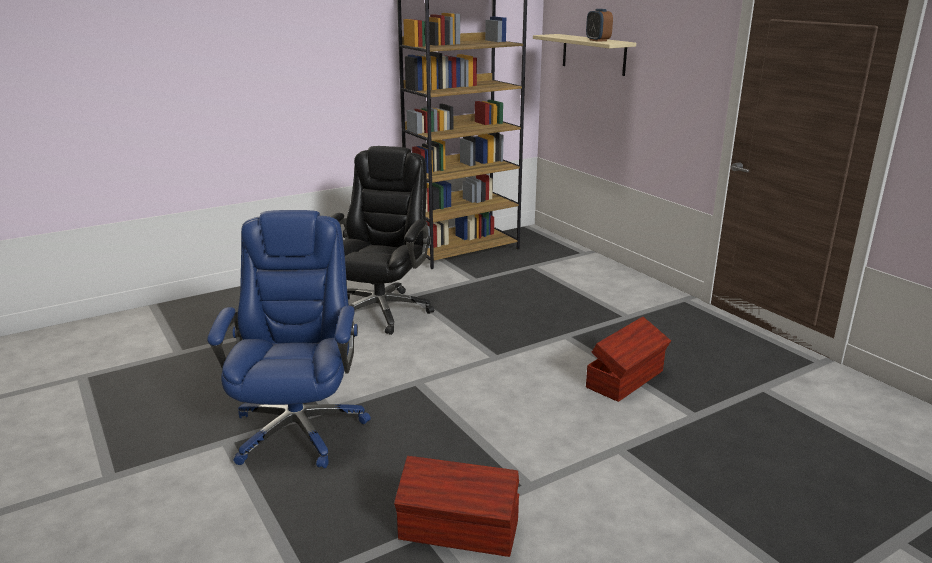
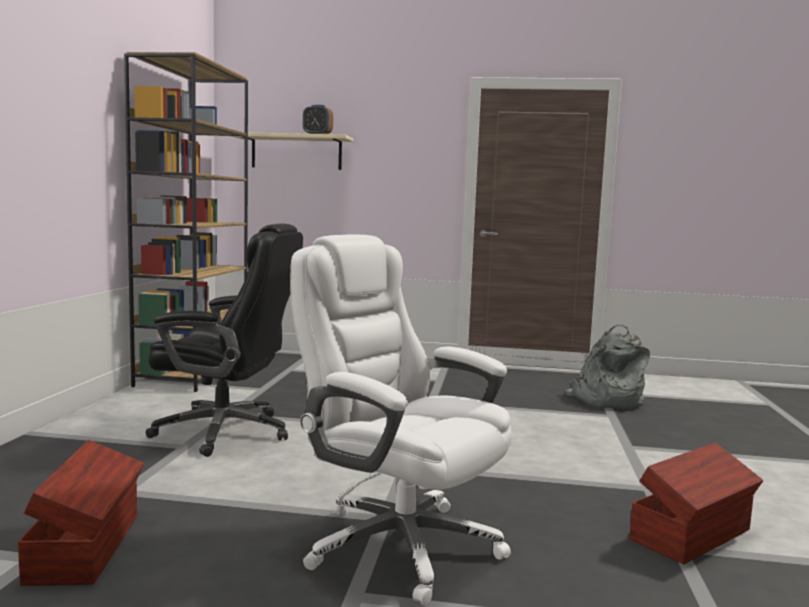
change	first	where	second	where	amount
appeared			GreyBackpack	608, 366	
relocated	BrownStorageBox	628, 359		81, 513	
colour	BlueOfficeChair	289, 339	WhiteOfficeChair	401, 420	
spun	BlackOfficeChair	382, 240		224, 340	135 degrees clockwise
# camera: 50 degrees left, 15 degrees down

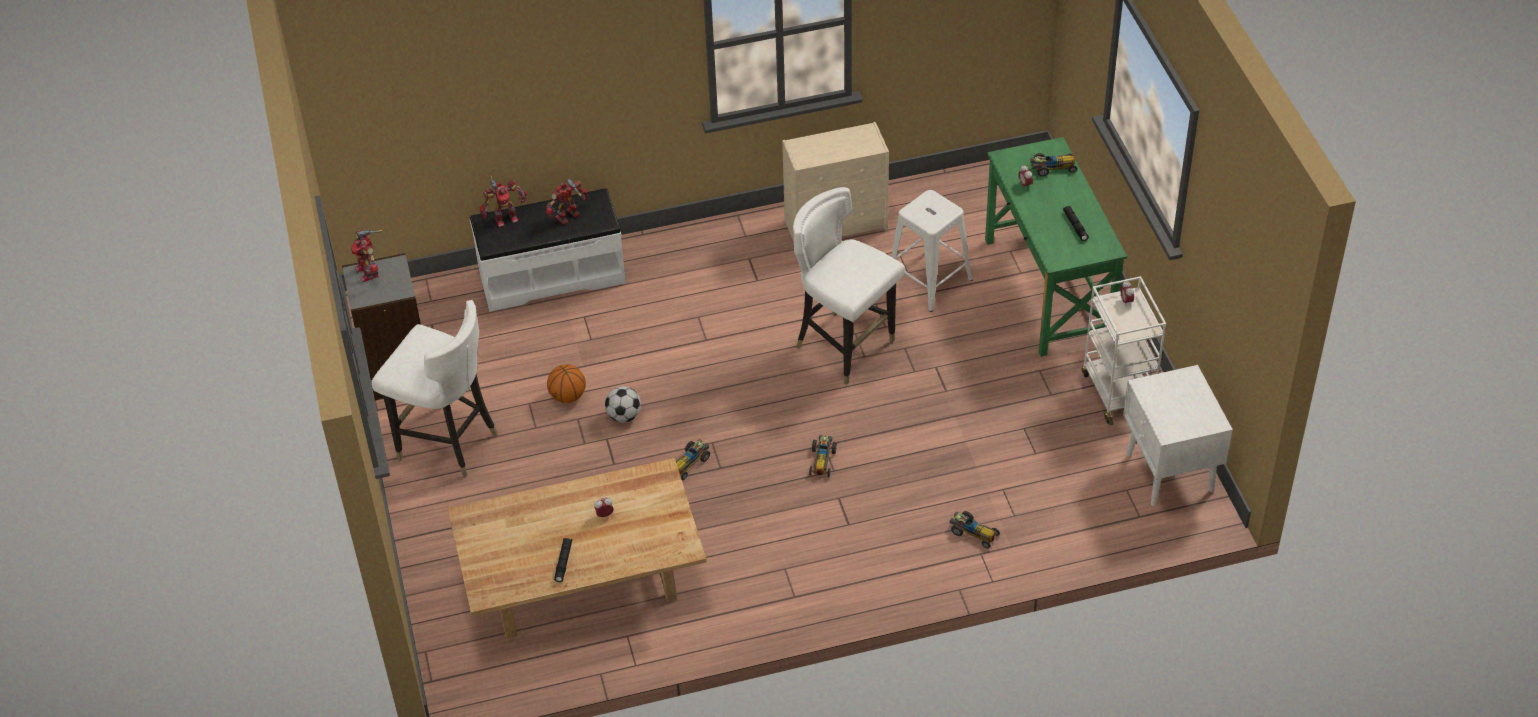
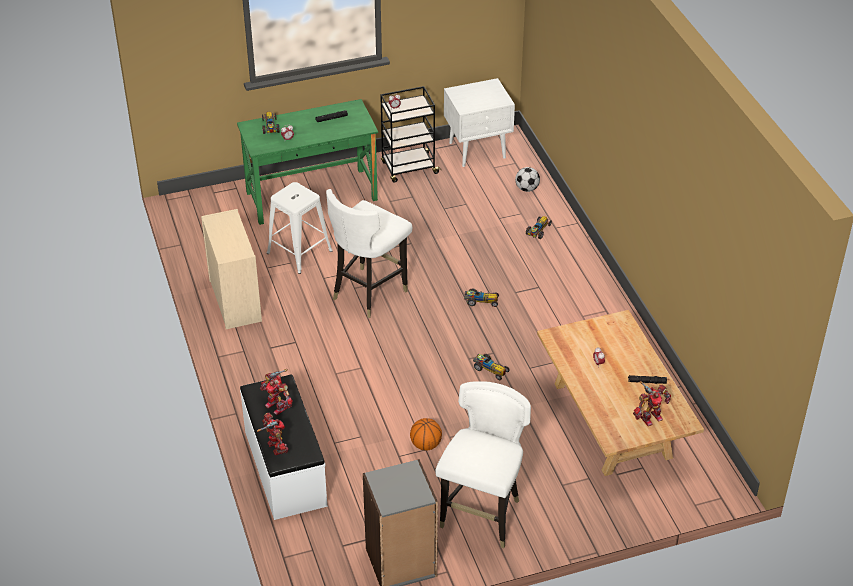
change	first	where	second	where	amount
relocated	ToyRobot	366, 256		652, 403	
relocated	Football	623, 404		527, 179	
colour	WhiteCart	1124, 350	BlackCart	411, 134	
# camera: 95 degrees left, 5 degrees down

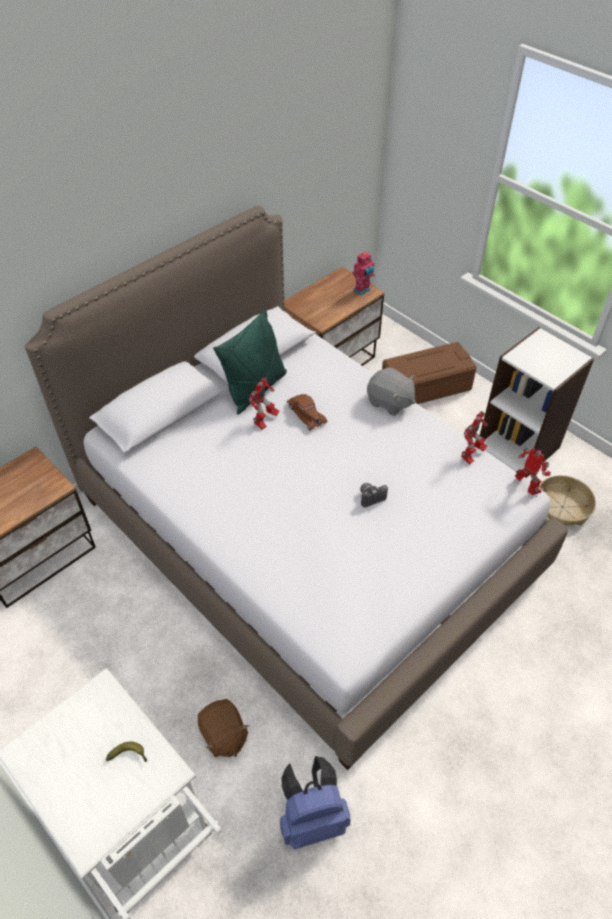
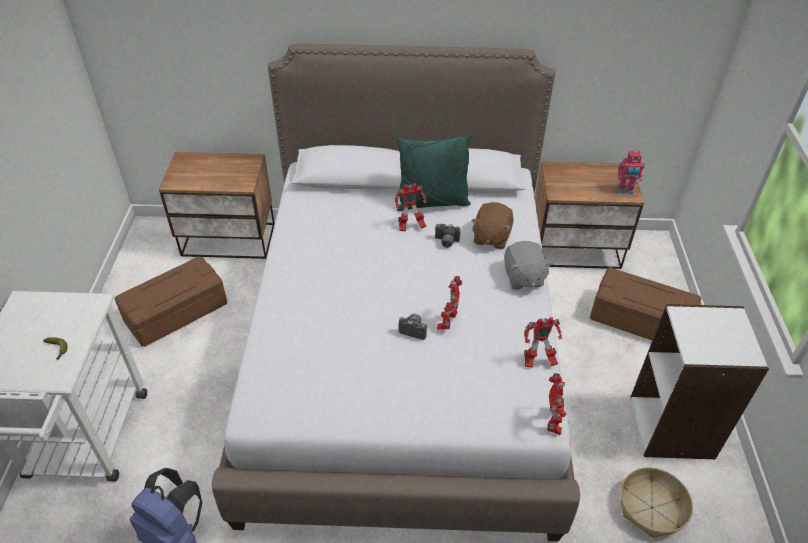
change	first	where	second	where	amount
appeared			BrownStorageBox	170, 301	
appeared			ToyRobot	449, 303	
relocated	BrownPlushToy	223, 728		492, 225	
exchanged	BrownToyCar	307, 412	PhotoCamera	448, 236	
# camera: 45 degrees right, 5 degrees down

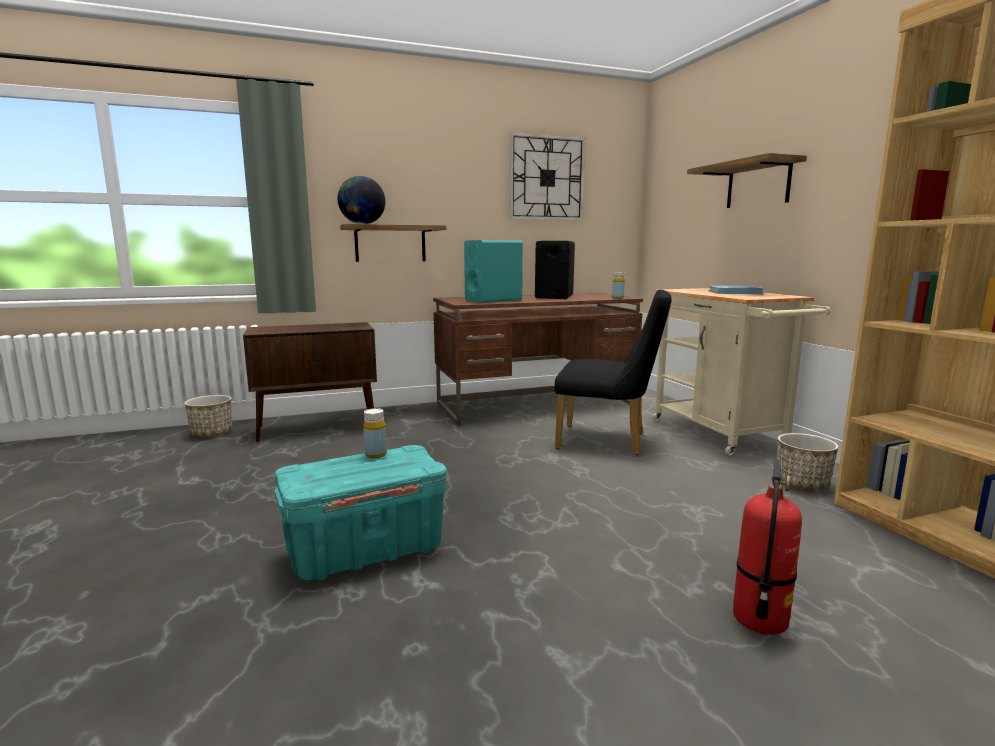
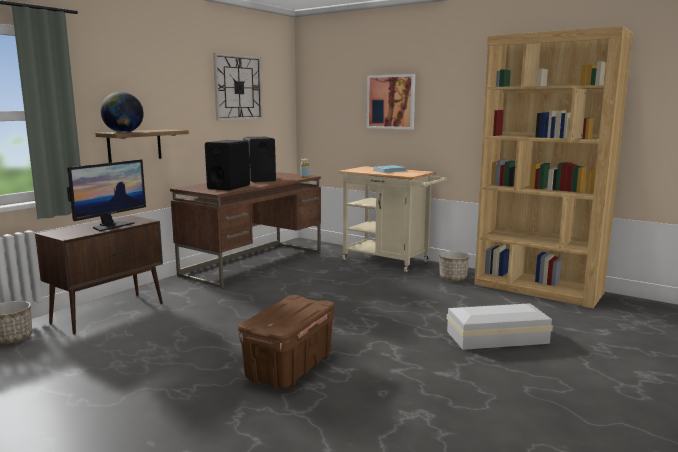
change	first	where	second	where	amount
missing	YellowBottle	375, 433			
missing	BlackChair	613, 372			
appeared			Monitor	106, 195	
exchanged	Shelf	747, 180	Picture	391, 102	
exchanged	FireExtinguisher	767, 547	WhiteStorageBox	500, 326	
colour	TurquoiseStorageBox	361, 513	BrownStorageBox	286, 342	
colour	TurquoiseSpeaker	493, 271	BlackSpeaker	227, 165	
# camera: 35 degrees left, 0 degrees up

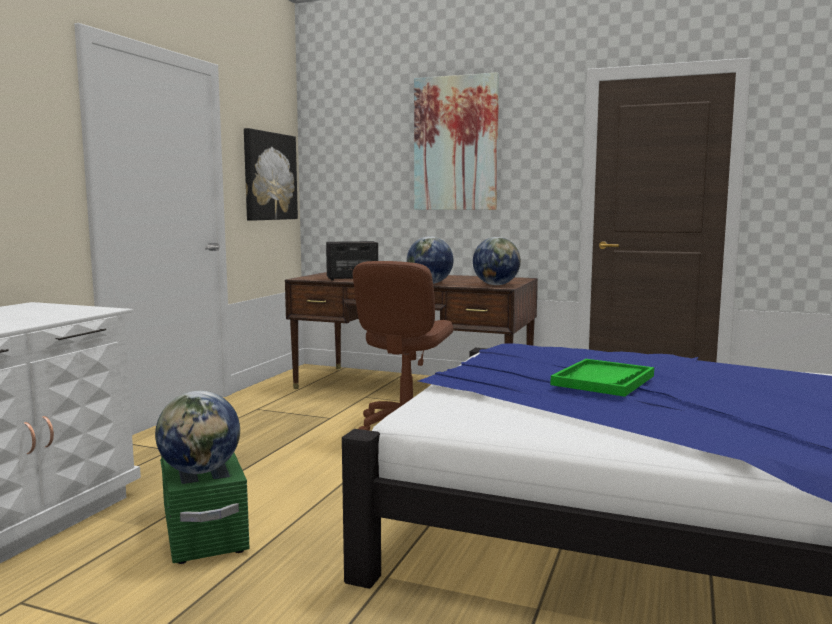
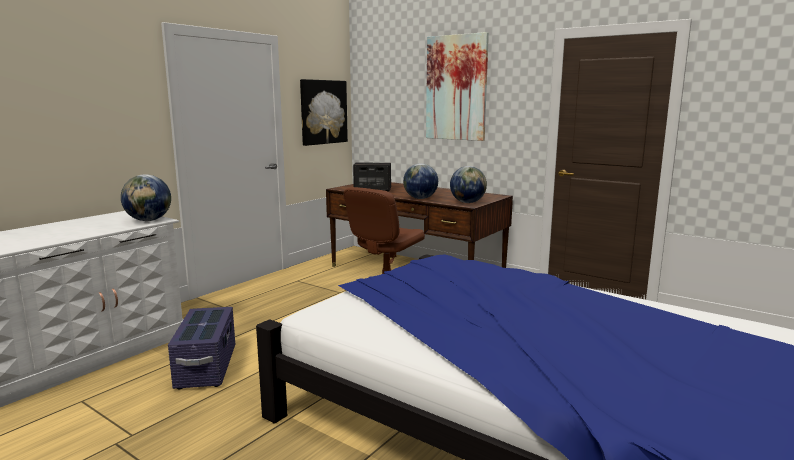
change	first	where	second	where	amount
missing	GreenTray	602, 378			
relocated	Globe	197, 432		146, 197	
colour	GreenStorageBox	205, 508	PurpleStorageBox	201, 348	
# camera: 15 degrees right, 5 degrees up

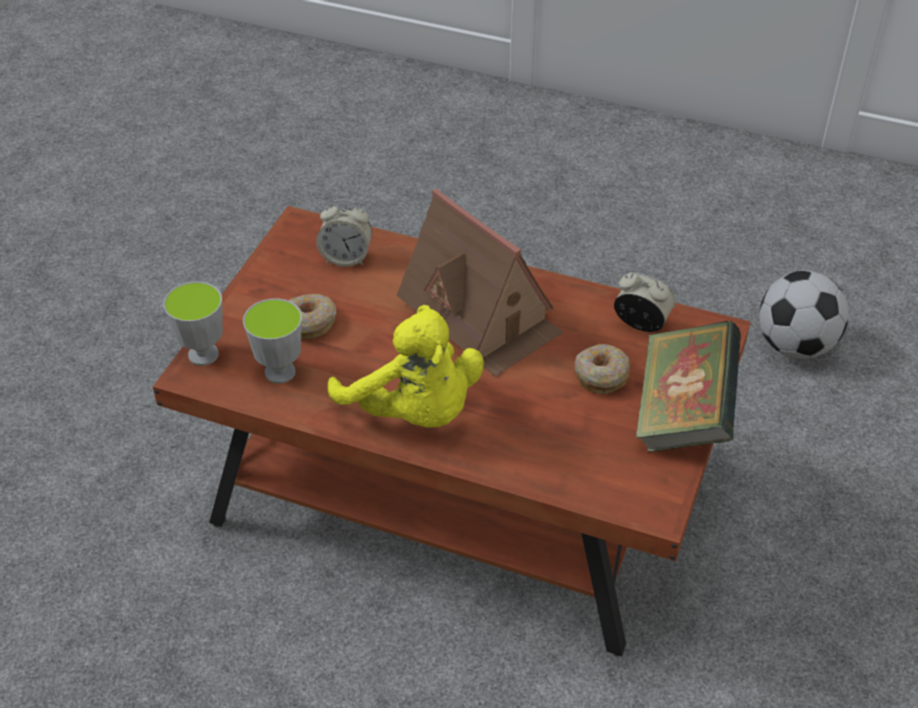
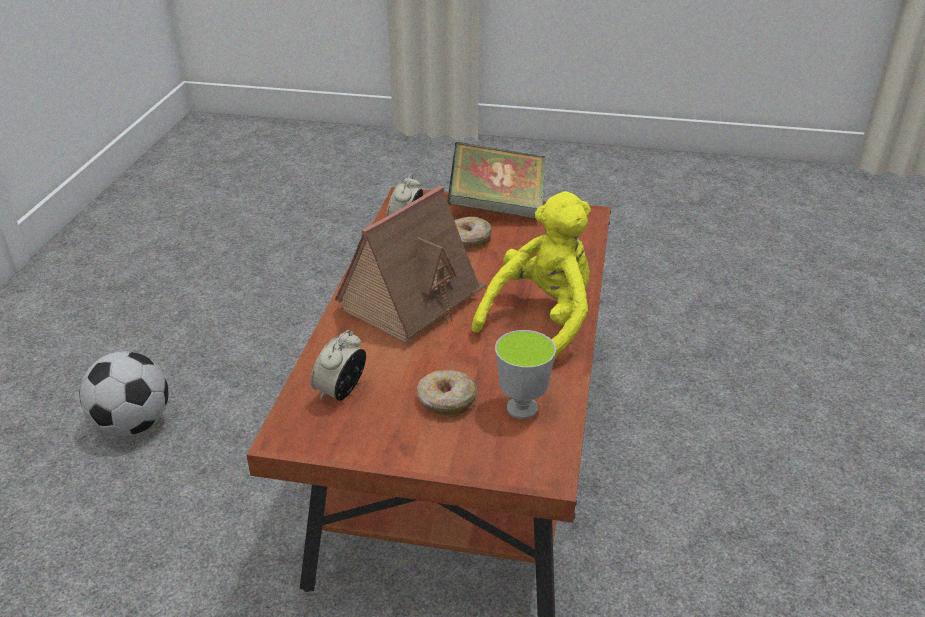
change	first	where	second	where	amount
missing	Cup	193, 323			
relocated	Football	804, 315		124, 393	
spun	AlarmClock	344, 233		338, 365	150 degrees counterclockwise
# camera: 100 degrees left, 10 degrees down

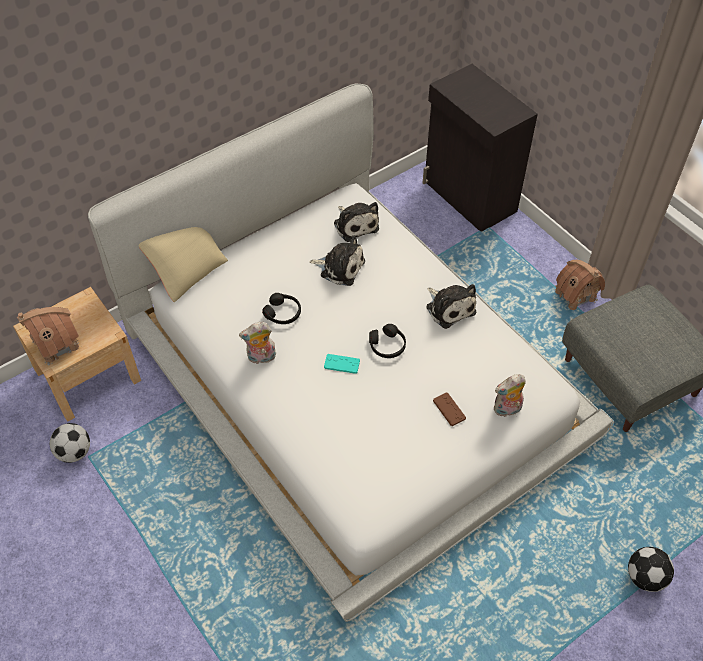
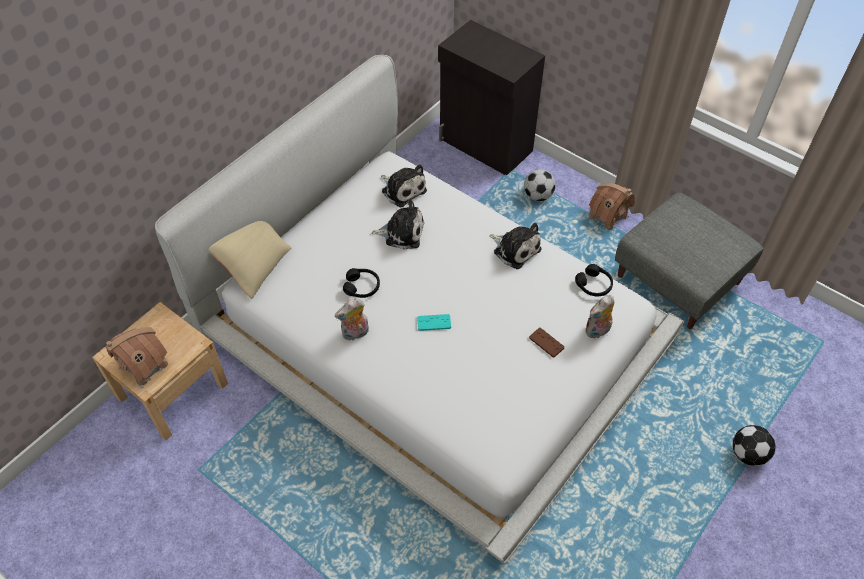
change	first	where	second	where	amount
relocated	Football	70, 443		539, 185	
relocated	BlackHeadphones	387, 341		594, 280	
# camera: 15 degrees left, 0 degrees up

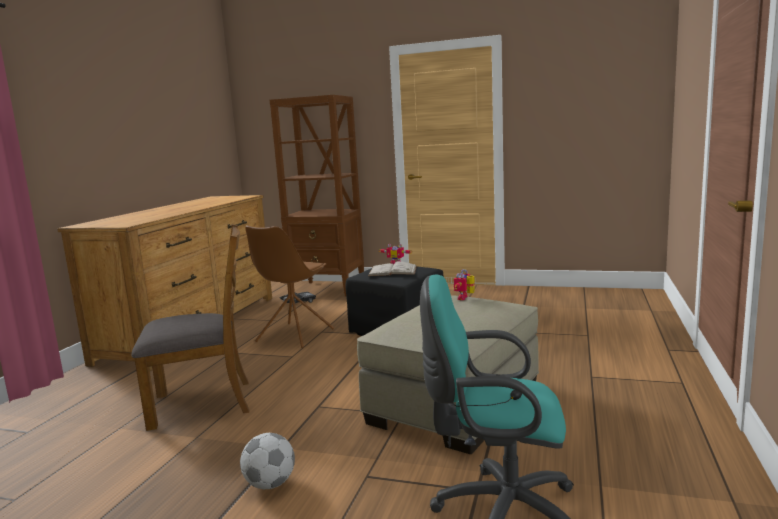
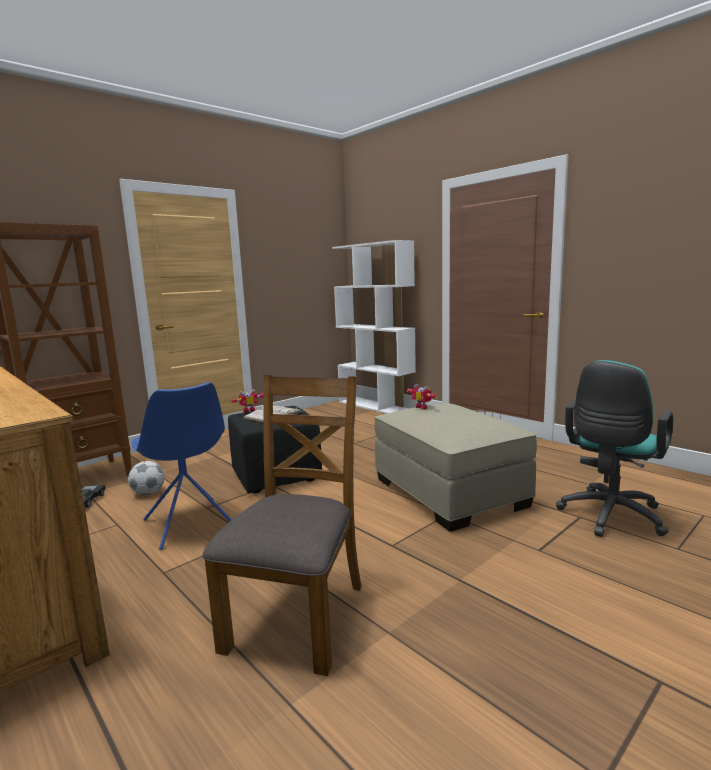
change	first	where	second	where	amount
appeared			WhiteBookcase	374, 327	
relocated	Football	267, 461		146, 478	
colour	BrownChair	289, 287	BlueChair	182, 466	
# camera: 60 degrees left, 0 degrees up

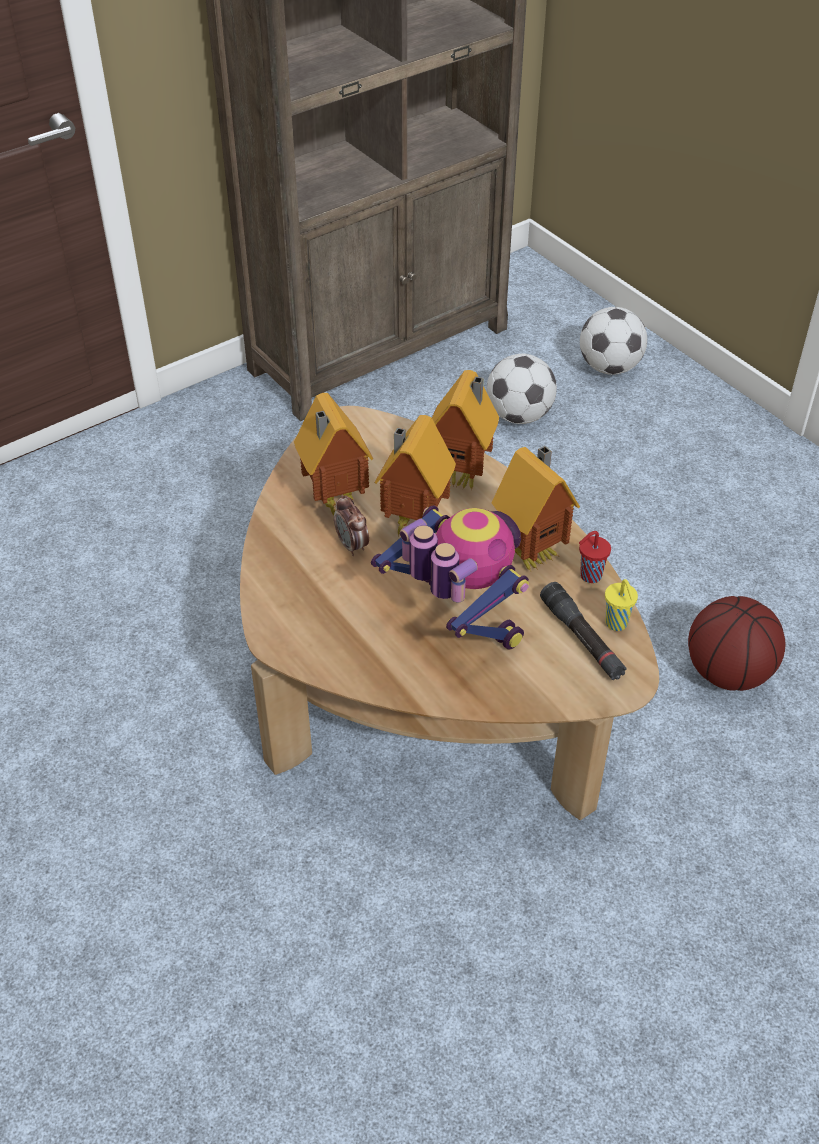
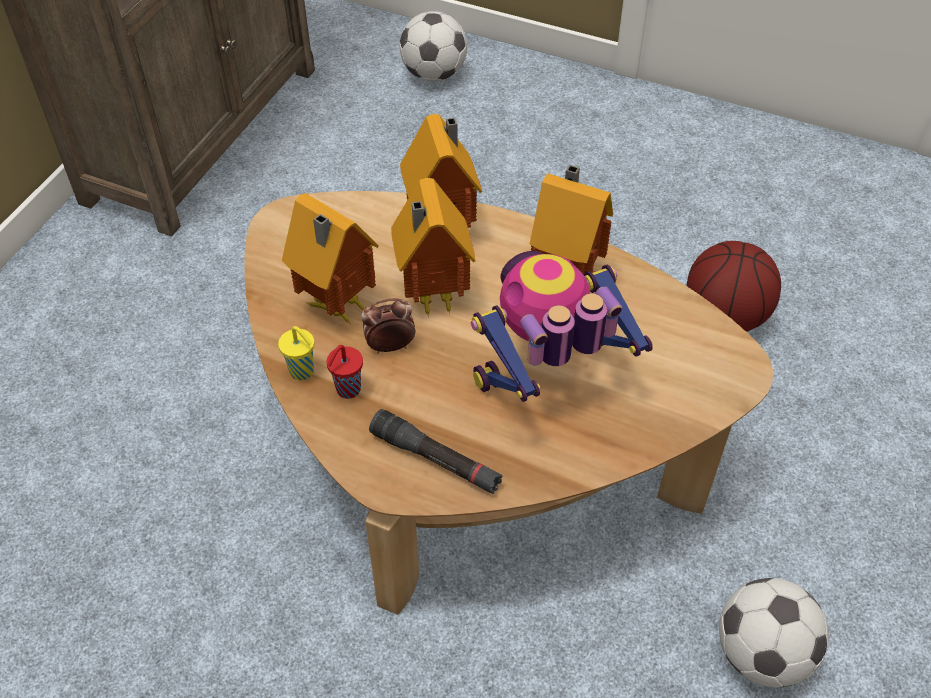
change	first	where	second	where	amount
relocated	Football	522, 389		774, 632	
relocated	BlackFlashlight	583, 631		436, 451	
relocated	RedCup	595, 557		344, 372	
relocated	YellowCup	621, 605		296, 353	
spun	AlarmClock	351, 525		388, 326	135 degrees clockwise
spun	ToyRobot	450, 577		562, 326	45 degrees counterclockwise
# camera: 30 degrees left, 5 degrees up

